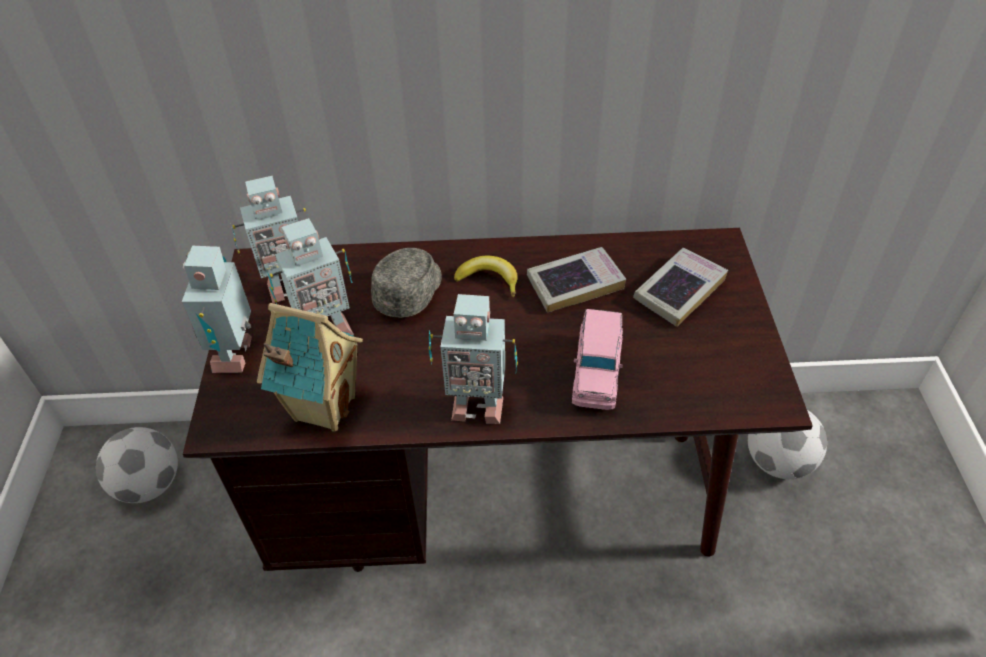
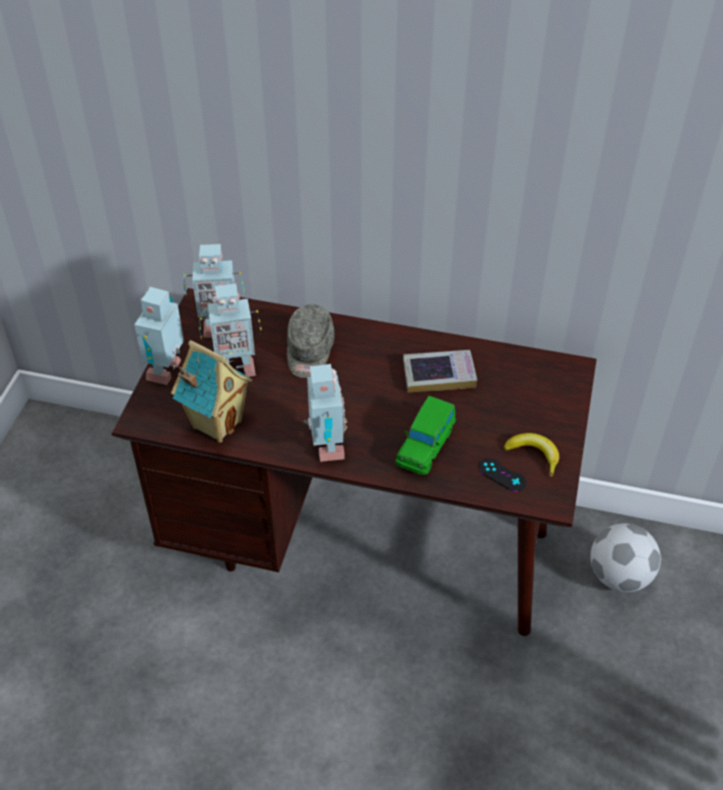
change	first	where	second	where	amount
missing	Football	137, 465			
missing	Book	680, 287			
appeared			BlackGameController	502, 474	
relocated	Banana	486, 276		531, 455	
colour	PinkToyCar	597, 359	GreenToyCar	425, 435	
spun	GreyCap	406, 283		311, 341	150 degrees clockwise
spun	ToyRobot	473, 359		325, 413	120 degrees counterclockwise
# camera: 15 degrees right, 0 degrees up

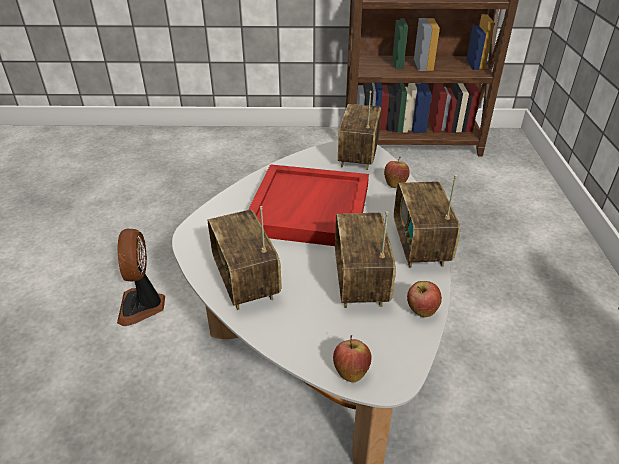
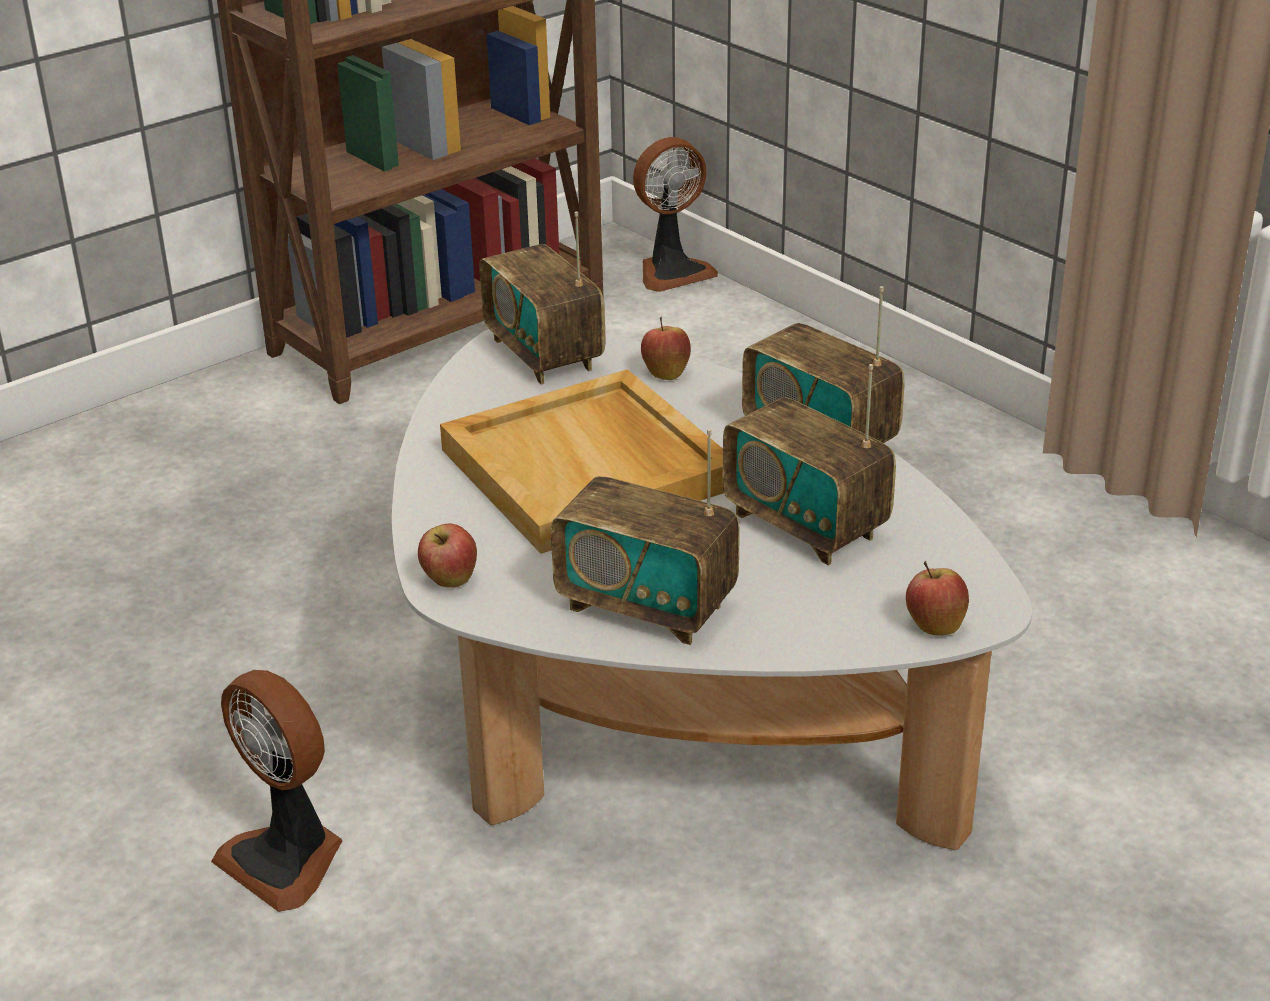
change	first	where	second	where	amount
appeared			Fan	675, 214	
relocated	Apple	424, 299		447, 555	
colour	RedTray	308, 205	BeigeTray	582, 461	
# camera: 40 degrees left, 5 degrees down

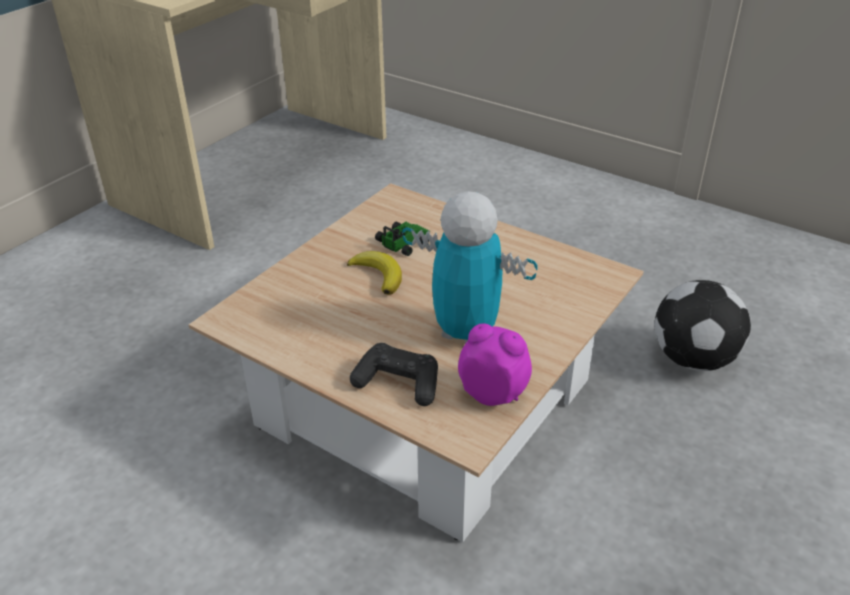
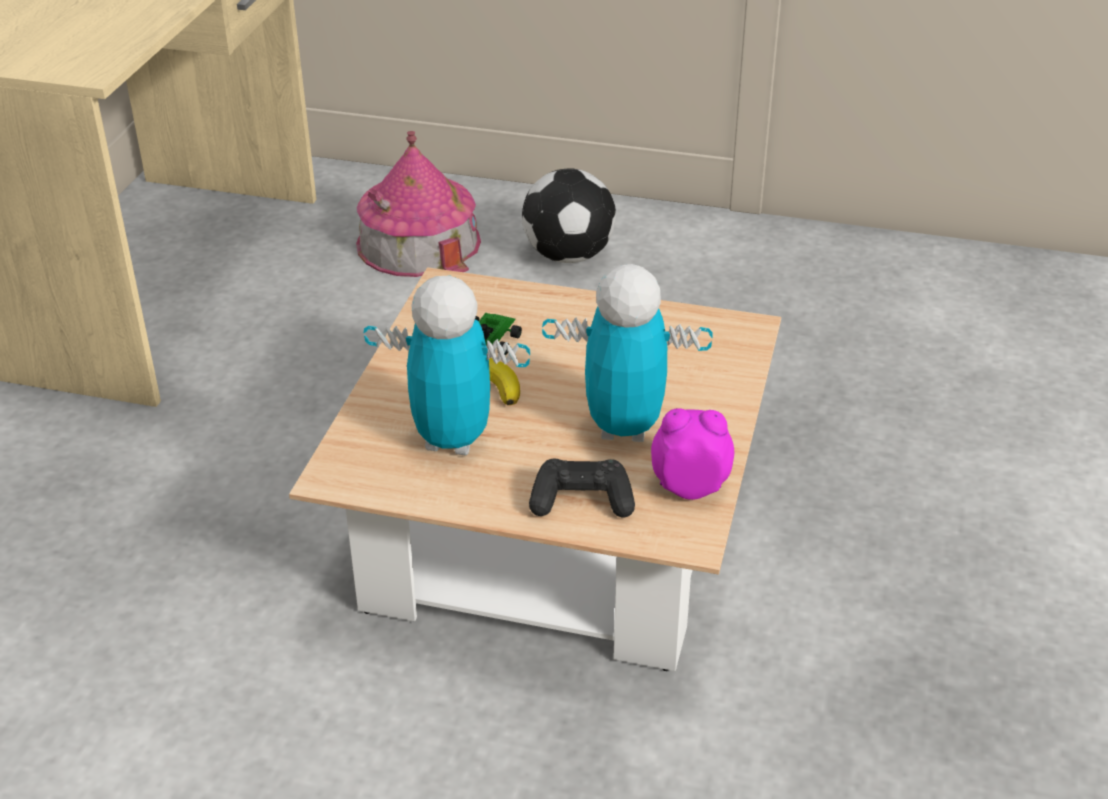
change	first	where	second	where	amount
appeared			ToyHouse	418, 204	
appeared			ToyRobot	446, 366	
relocated	Football	702, 325		569, 216	
# camera: 20 degrees left, 0 degrees up

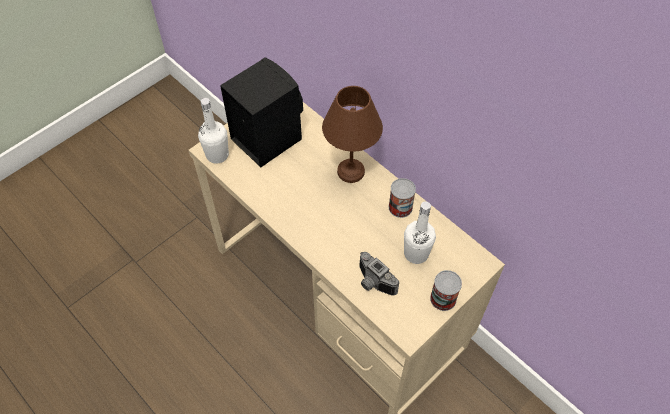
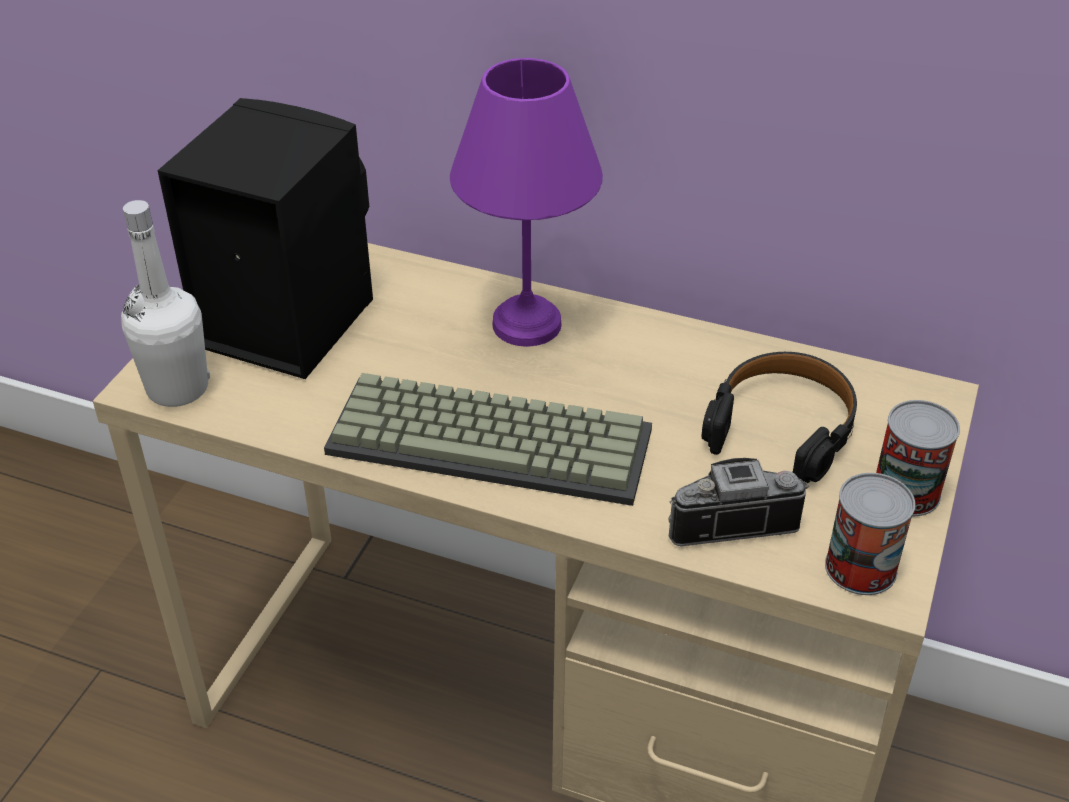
change	first	where	second	where	amount
appeared			Keyboard	488, 439	
relocated	Can	402, 198		870, 534	
exchanged	WhiteBottle	420, 232	BlackHeadphones	779, 417	
colour	BrownTableLamp	352, 134	PurpleTableLamp	526, 202	
spun	PhotoCamera	379, 274		738, 502	150 degrees clockwise
# camera: 25 degrees left, 15 degrees down

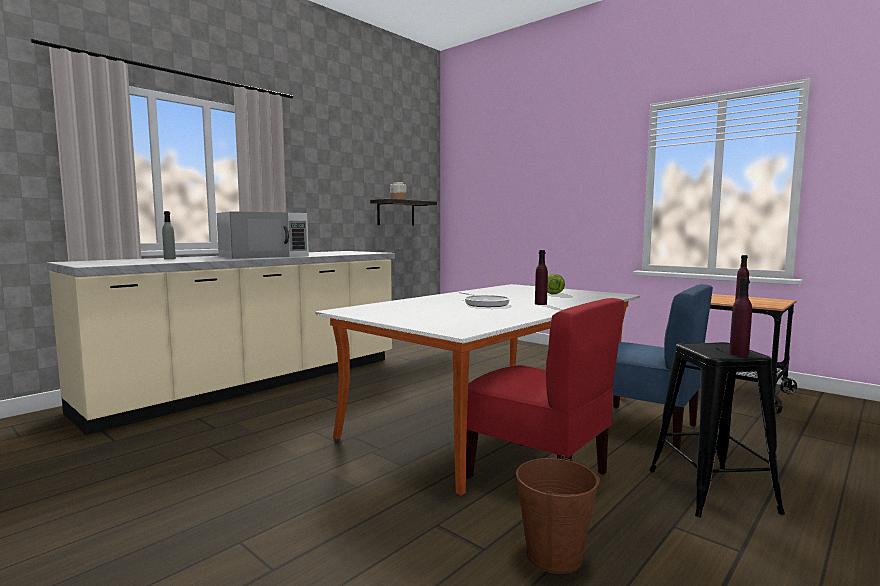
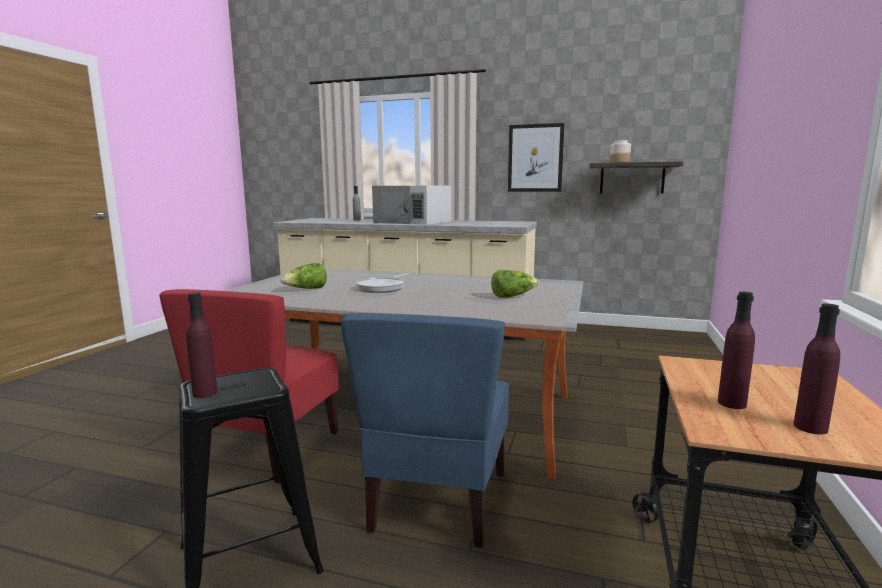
change	first	where	second	where	amount
missing	BrownBucket	558, 514			
appeared			Lettuce	304, 276	
appeared			Picture	536, 157	
relocated	PurpleBottle	541, 277		816, 369	
# camera: 65 degrees right, 5 degrees up

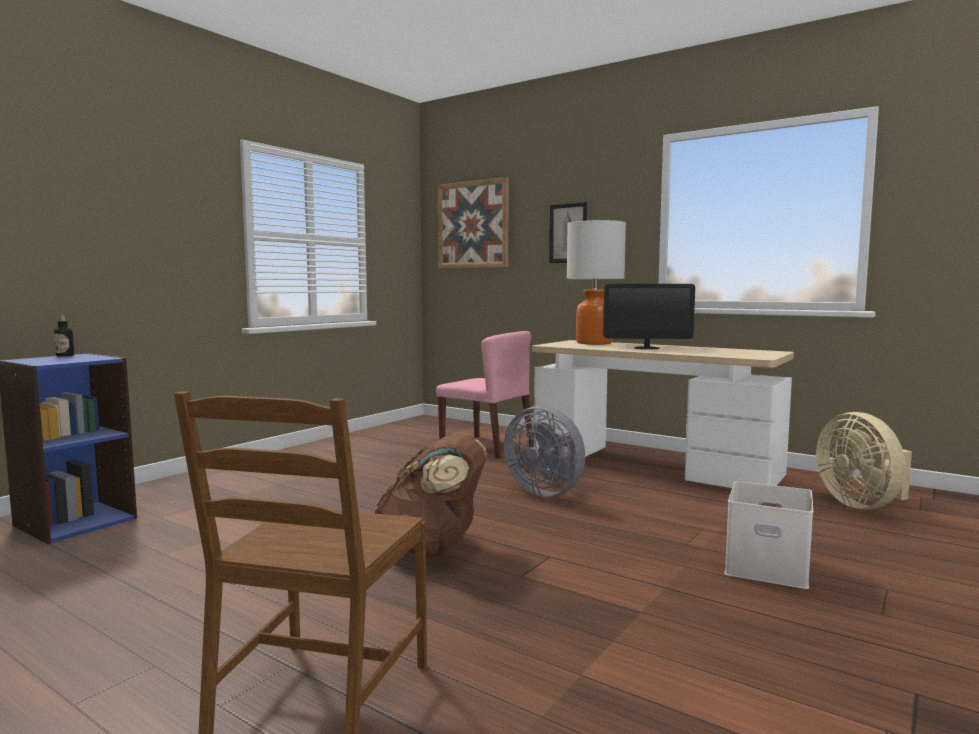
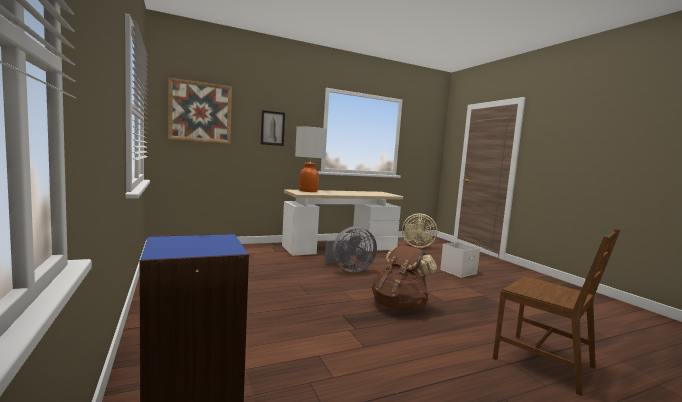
change	first	where	second	where	amount
missing	Bottle	64, 336			
missing	PinkChair	485, 395			
missing	Monitor	649, 316			
# camera: 60 degrees left, 0 degrees up

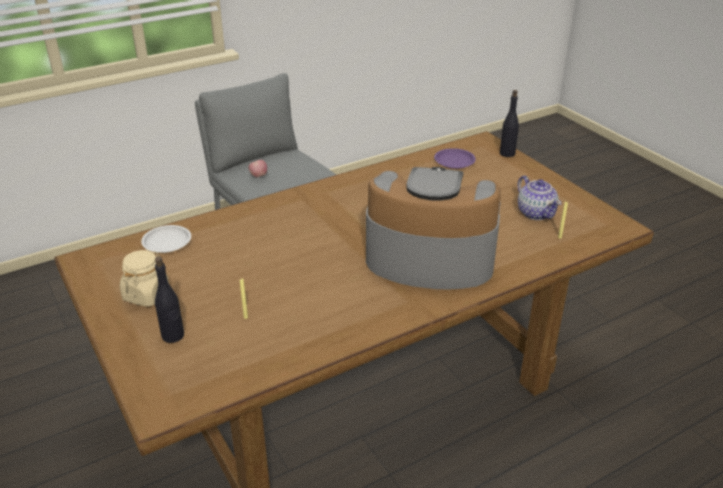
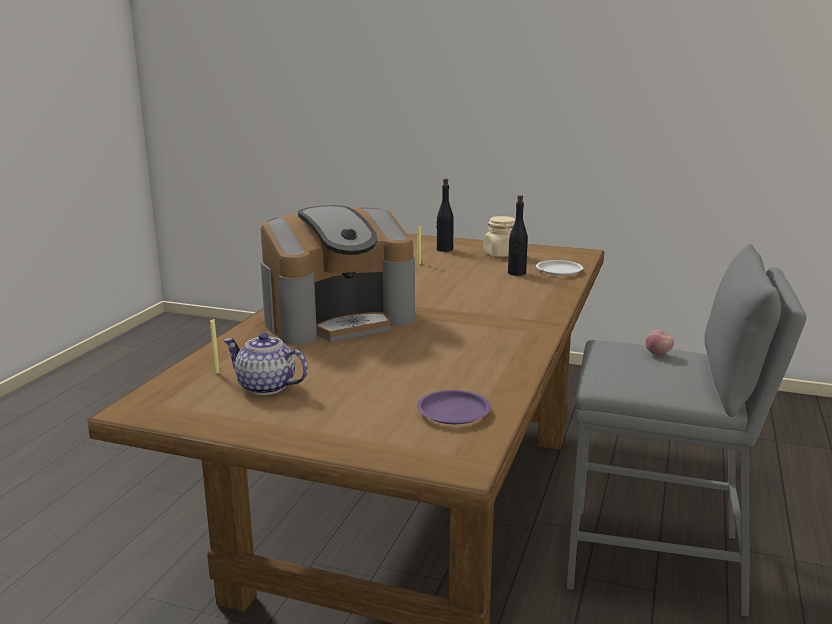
change	first	where	second	where	amount
relocated	BlackBottle	509, 123		518, 235	
# camera: 140 degrees right, 15 degrees down

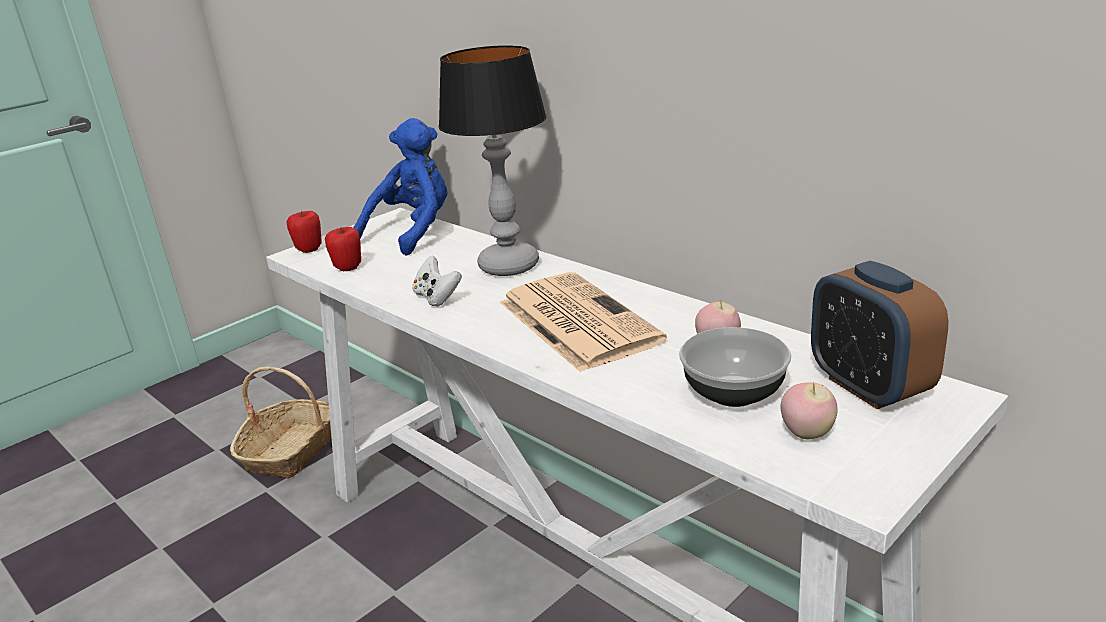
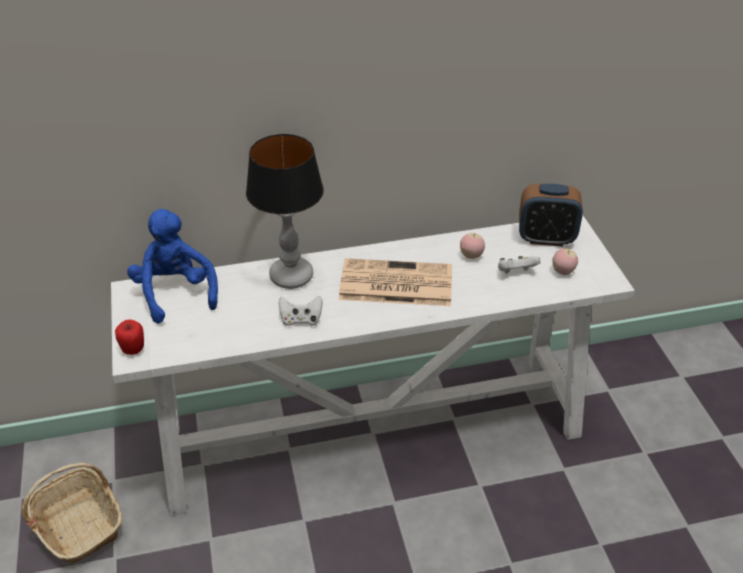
change	first	where	second	where	amount
missing	Apple	343, 249			
exchanged	Bowl	735, 367	WhiteGameController	519, 265	
# camera: 60 degrees left, 15 degrees up

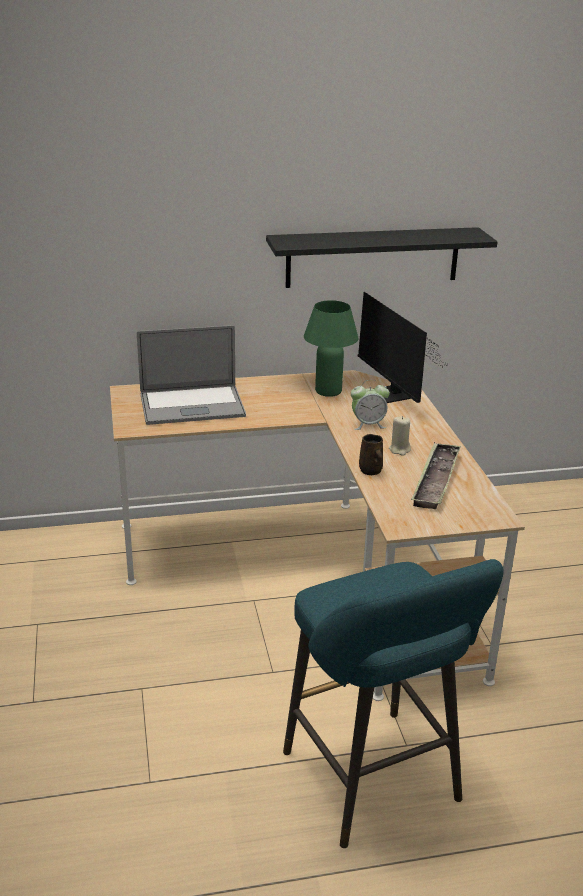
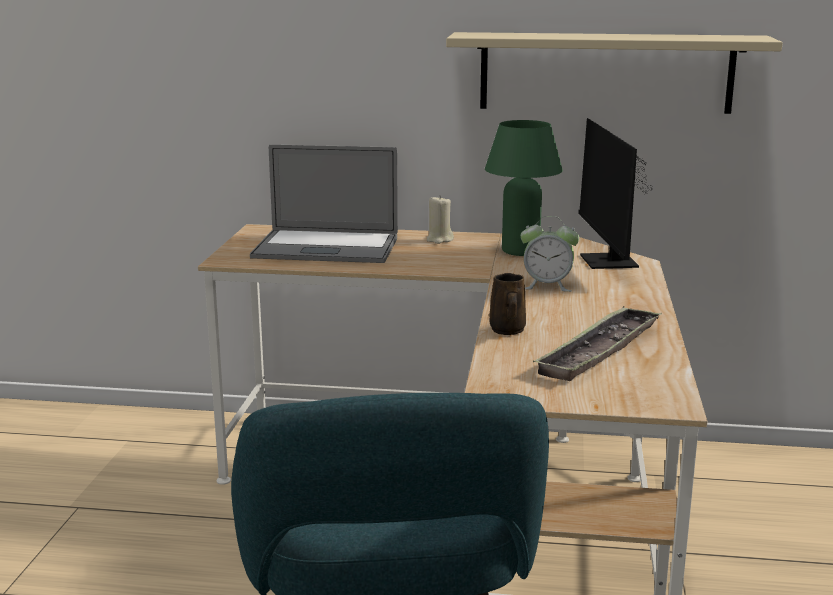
change	first	where	second	where	amount
relocated	BeigeCandle	400, 435		440, 220	
colour	BlackShelf	382, 257	BeigeShelf	614, 73	
# camera: 20 degrees right, 10 degrees down

